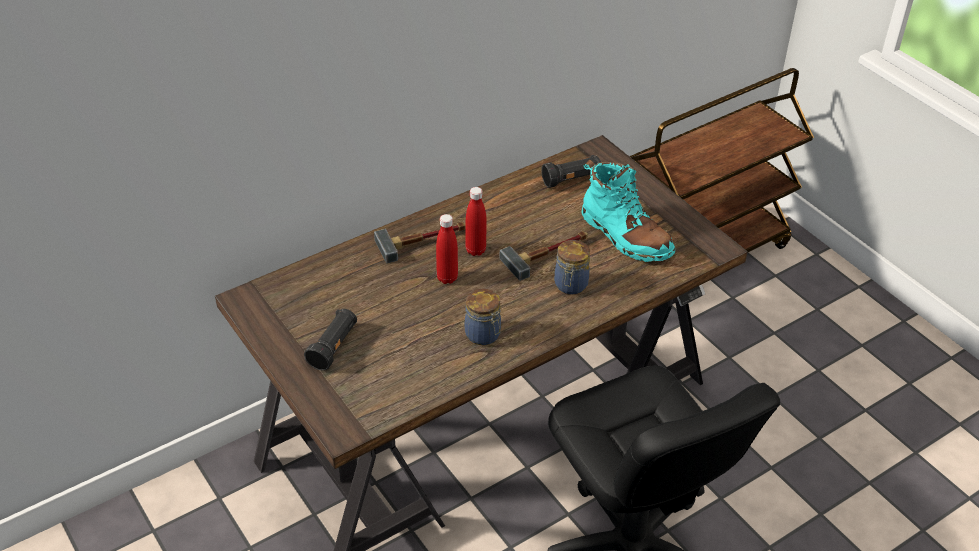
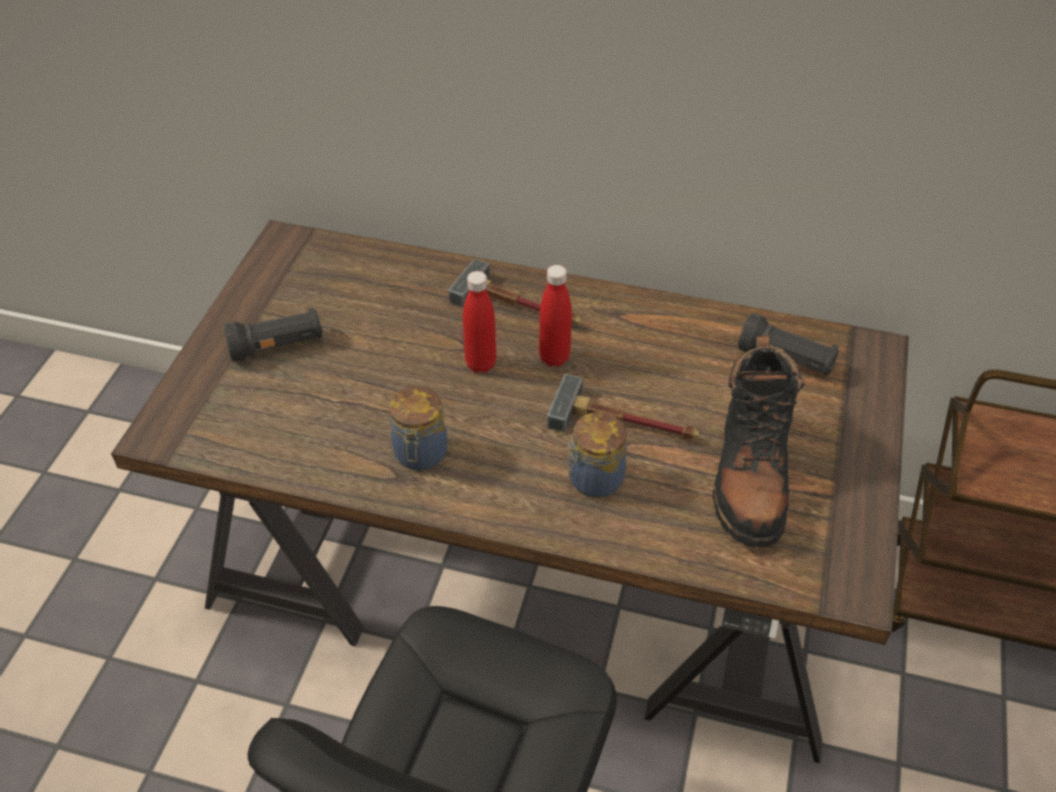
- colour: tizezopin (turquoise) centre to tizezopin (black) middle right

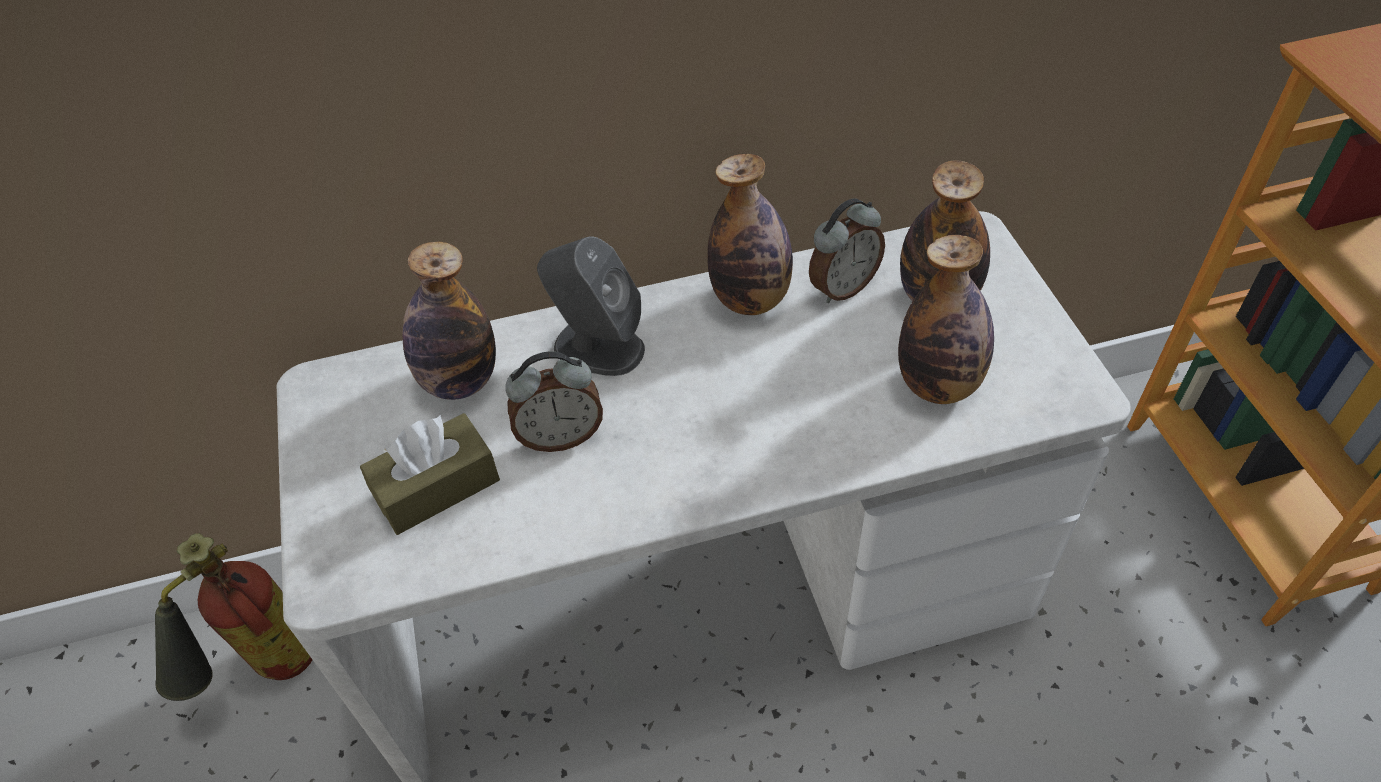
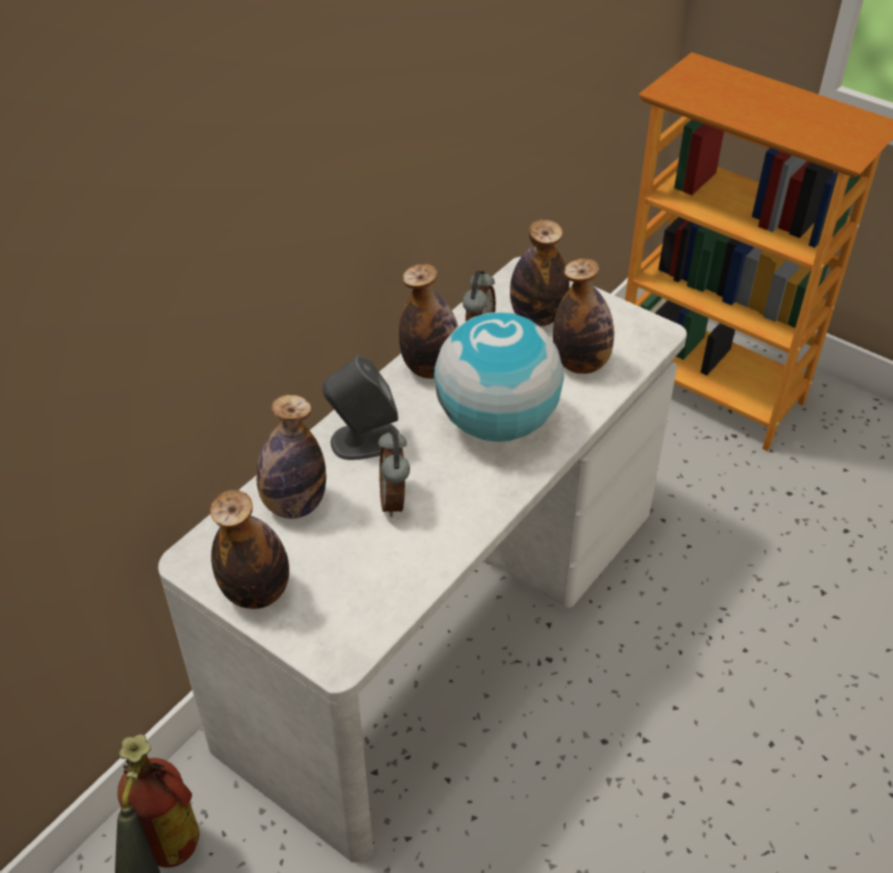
- missing: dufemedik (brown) middle left
- appeared: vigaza (no. 1 from left) middle left
- appeared: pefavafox centre
- spun: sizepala (no. 1 from left) centre = centre 135 degrees clockwise

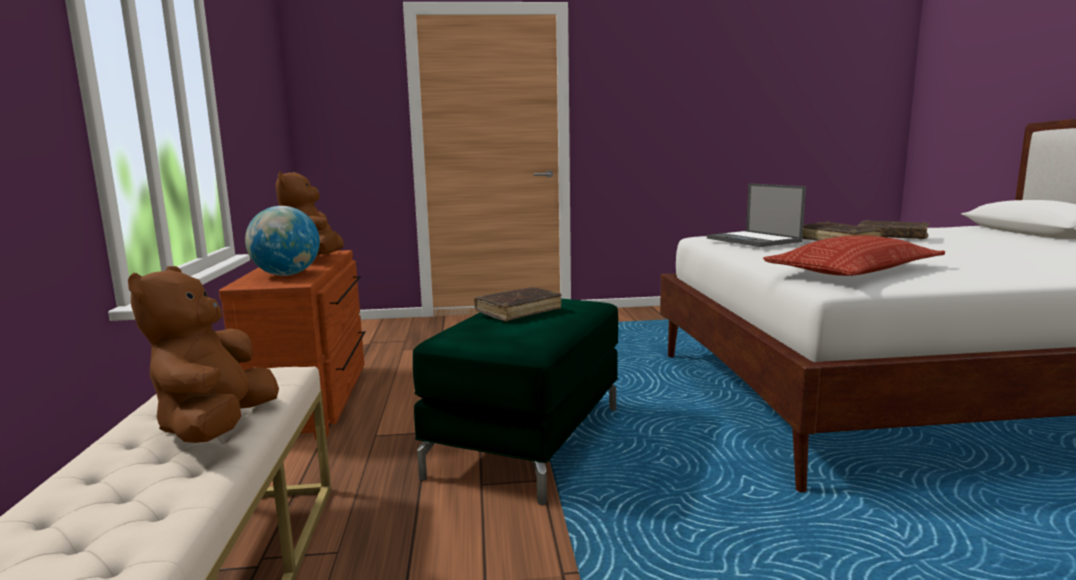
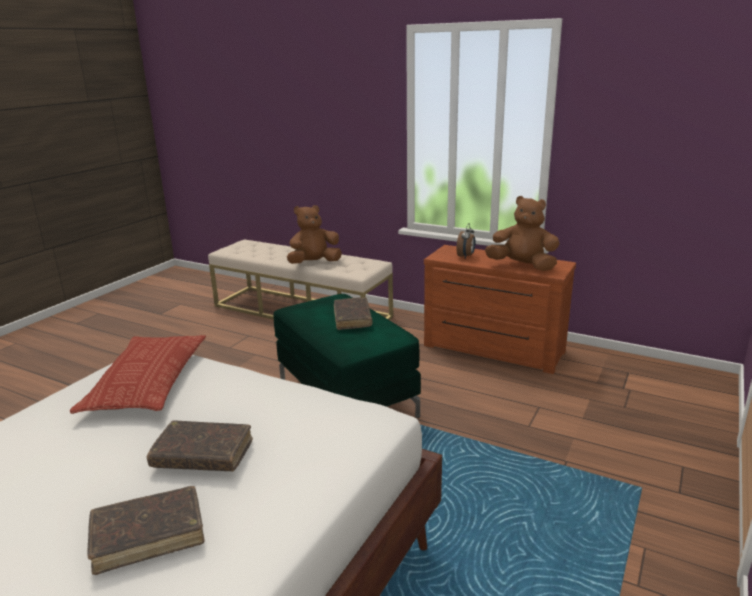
- missing: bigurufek middle right
- exchanged: pefavafox middle left to sizepala centre
- spun: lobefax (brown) (no. 1 from left) middle left = centre 60 degrees counterclockwise

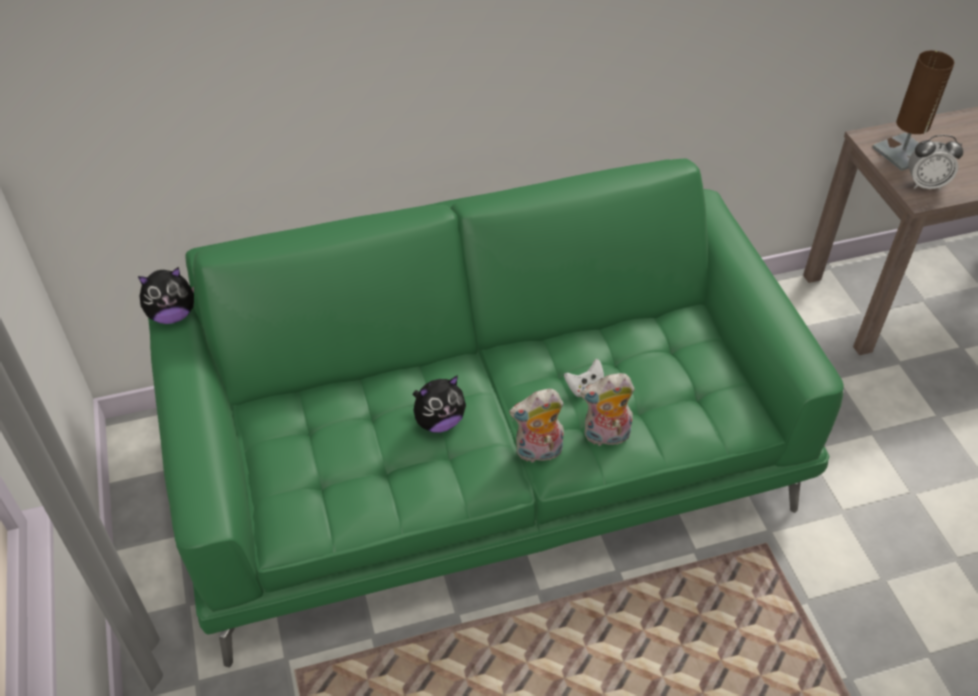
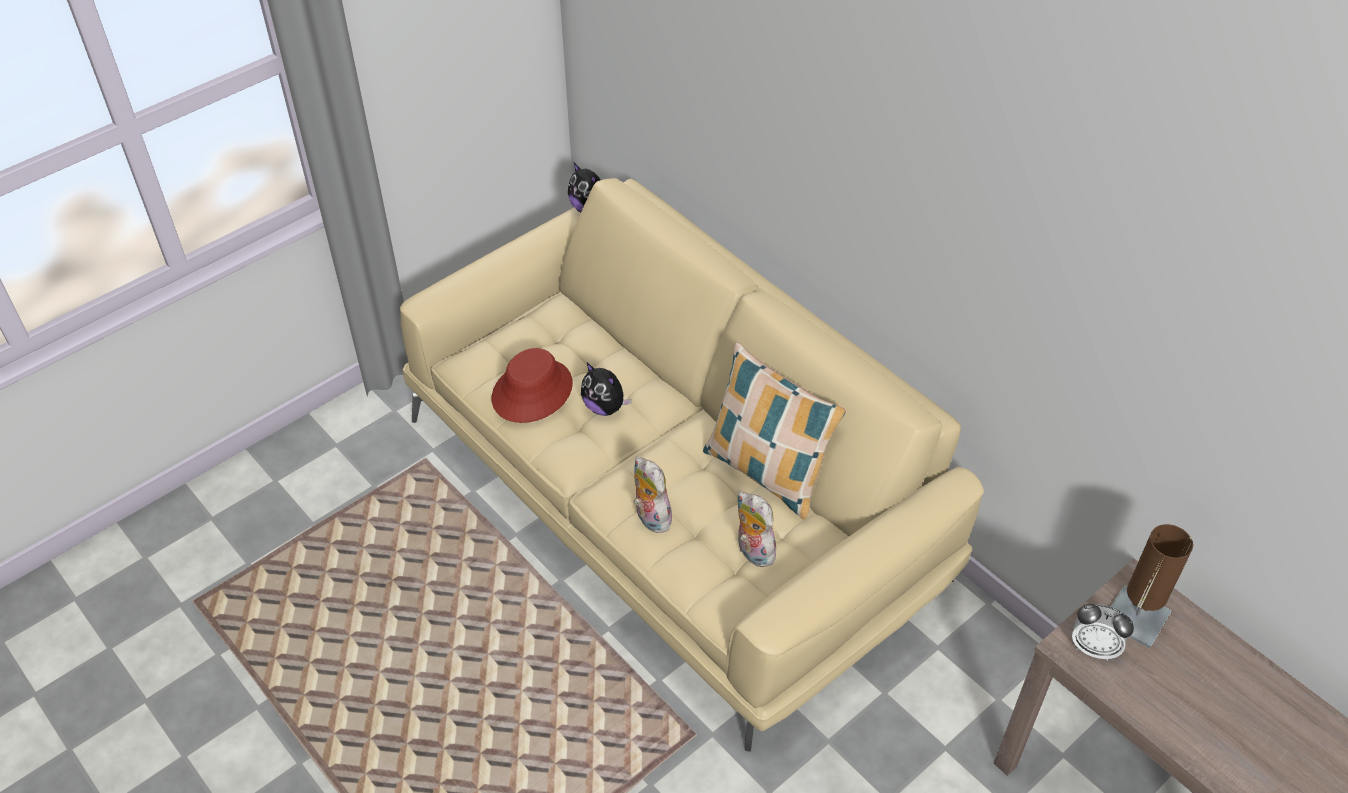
- missing: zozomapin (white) centre
- appeared: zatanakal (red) centre
- appeared: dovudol centre
- relocated: lobefax (no. 3 from left in the first image) centre to lobefax (no. 4 from left) bottom centre
- colour: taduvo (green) centre to taduvo (beige) centre
- spun: sizepala top right = bottom right 45 degrees counterclockwise

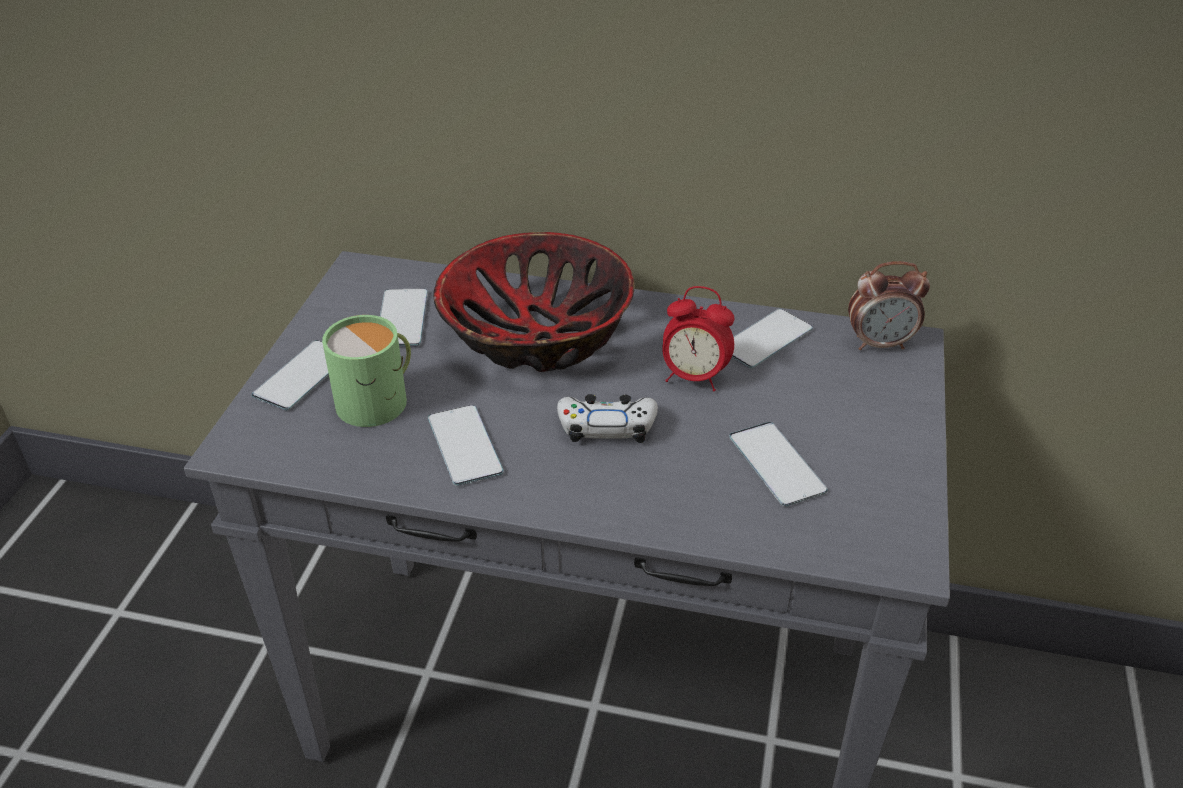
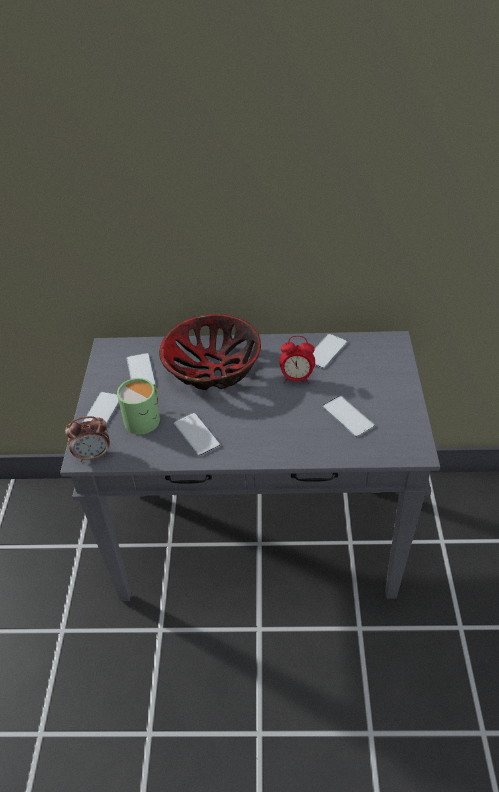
- missing: zozomapin (white) centre
- relocated: sizepala (no. 2 from left in the first image) middle right to sizepala (no. 1 from left) middle left

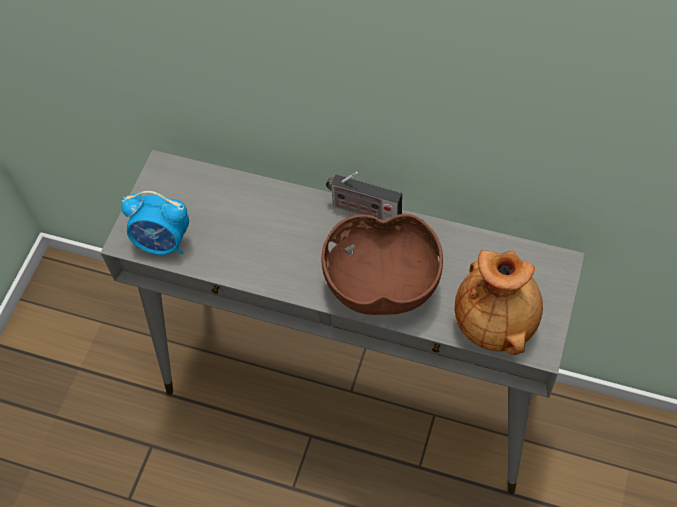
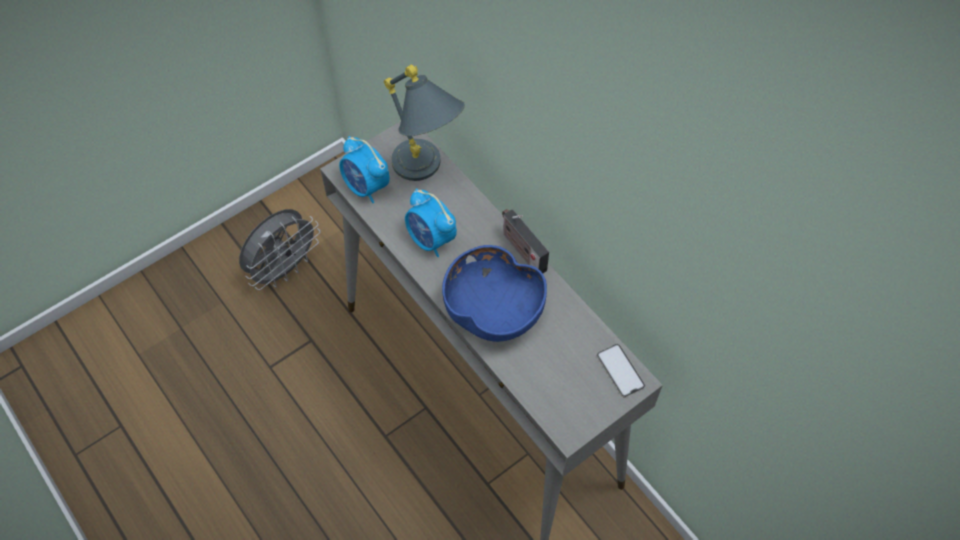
- missing: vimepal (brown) middle right
- appeared: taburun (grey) middle left
- appeared: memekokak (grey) top centre
- appeared: sizepala (no. 2 from left) centre
- appeared: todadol bottom centre
- colour: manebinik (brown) centre to manebinik (blue) centre

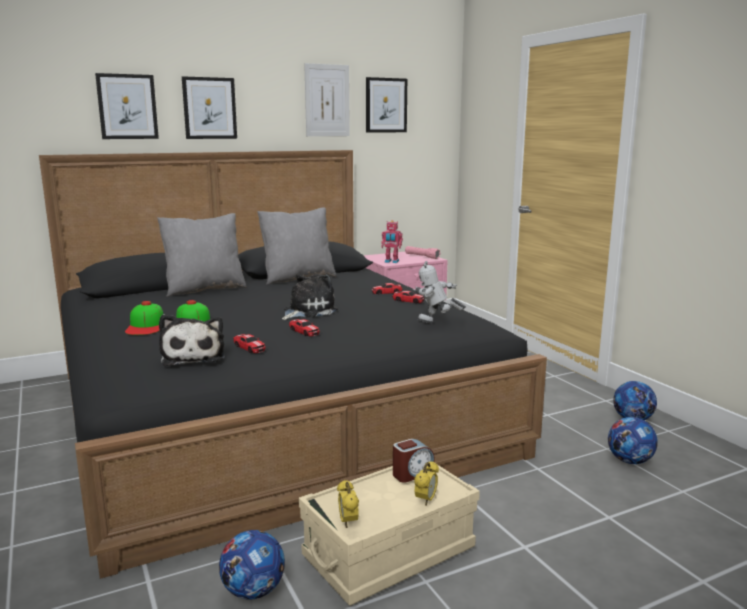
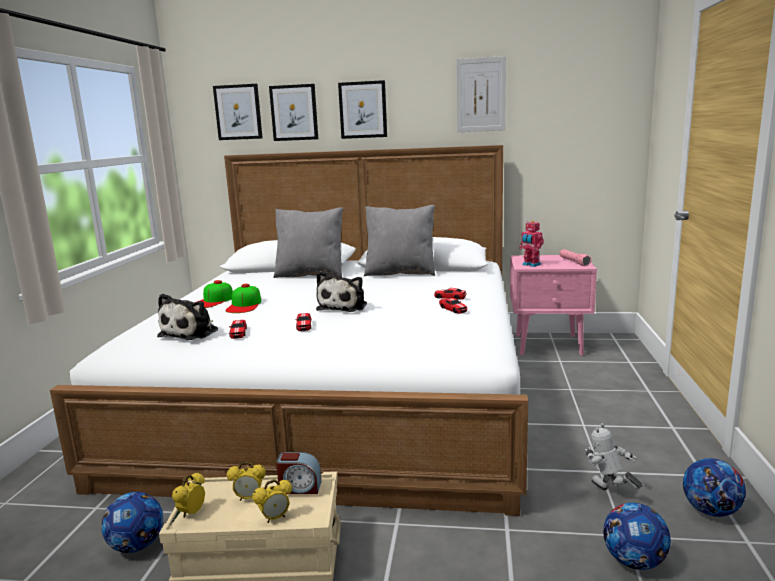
- appeared: sizepala (no. 2 from left) bottom left
- relocated: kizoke (no. 4 from left in the first image) top centre to kizoke (no. 1 from left) top left
- relocated: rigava (no. 2 from left) centre to bottom right
- colour: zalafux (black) centre to zalafux (white) centre
- spun: lobefax (no. 2 from left) centre = centre 120 degrees clockwise

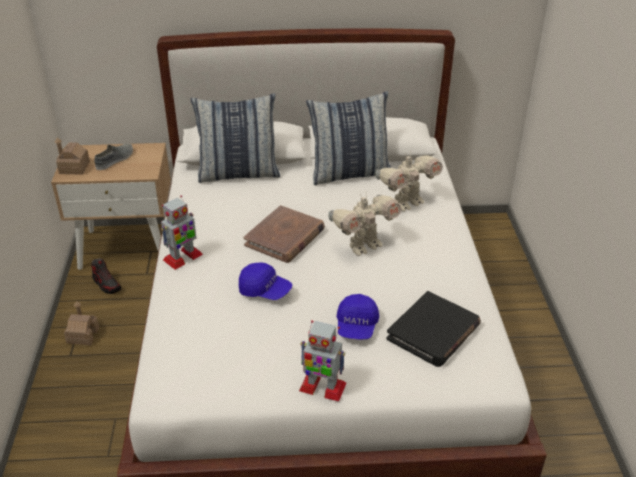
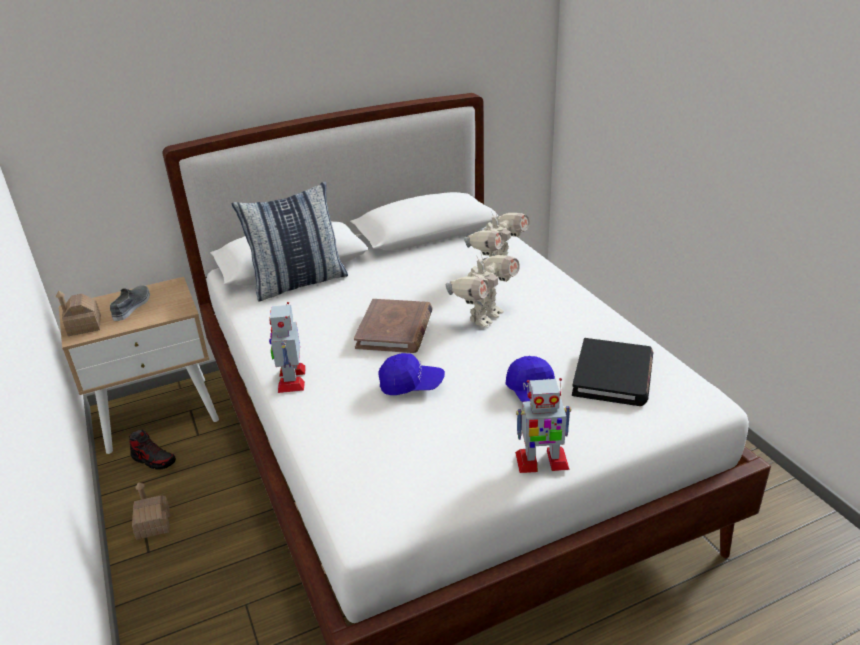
- missing: dovudol (no. 2 from left) top centre
- spun: rigava (no. 1 from left) middle left = centre 150 degrees clockwise

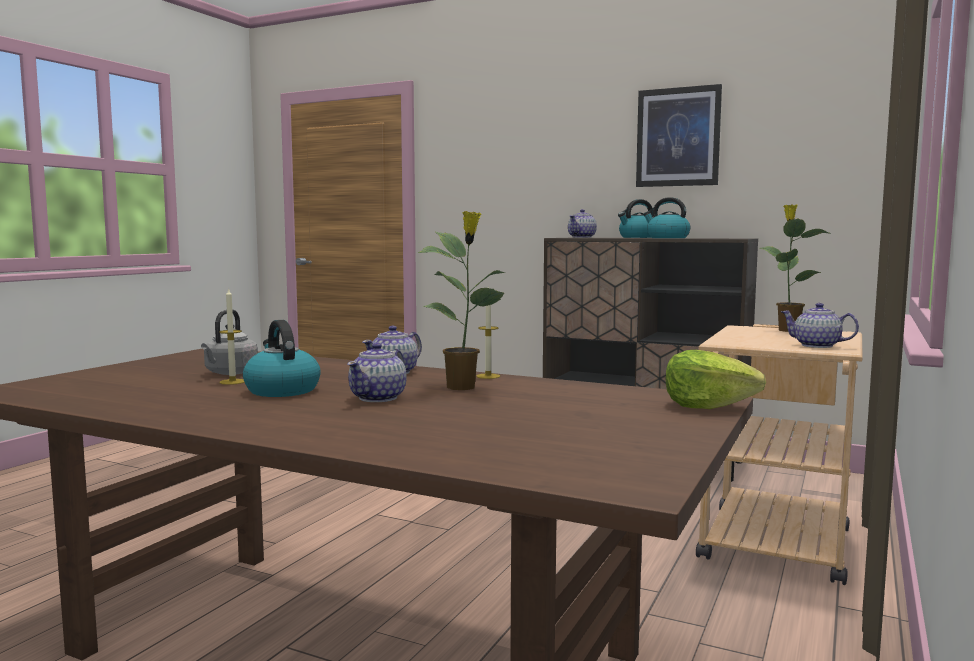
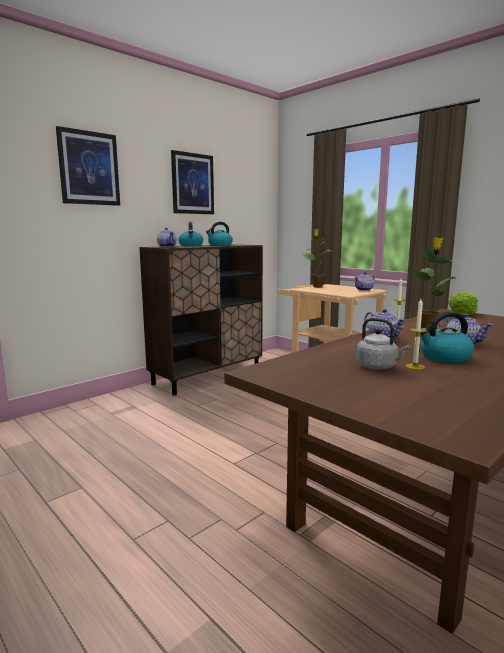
- appeared: kizoke (no. 1 from left) top left

